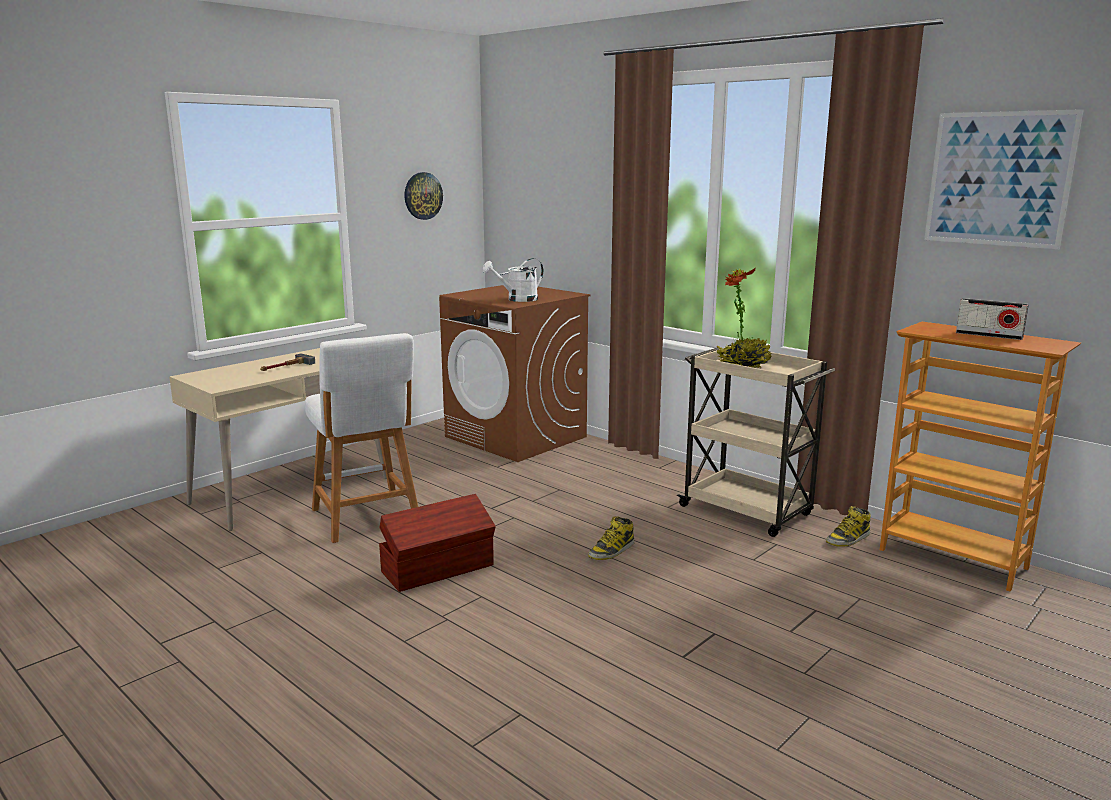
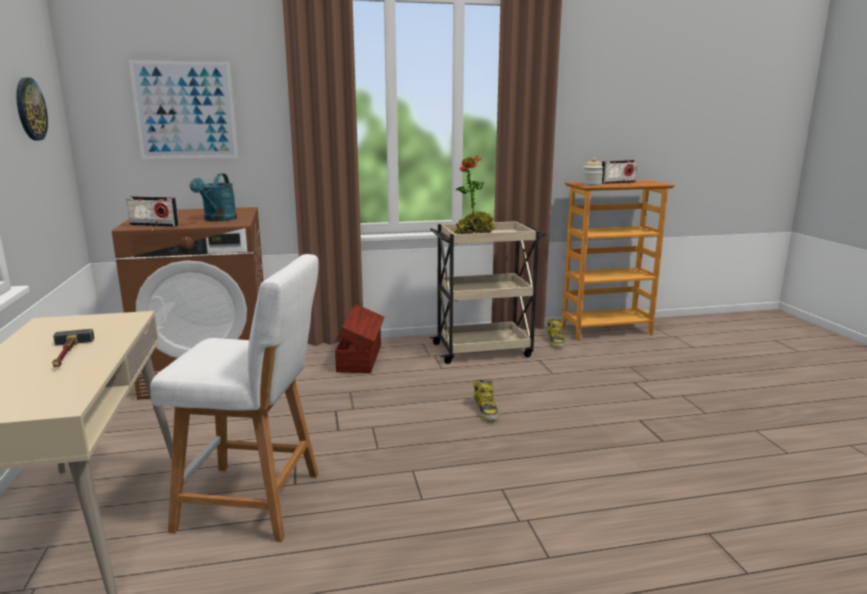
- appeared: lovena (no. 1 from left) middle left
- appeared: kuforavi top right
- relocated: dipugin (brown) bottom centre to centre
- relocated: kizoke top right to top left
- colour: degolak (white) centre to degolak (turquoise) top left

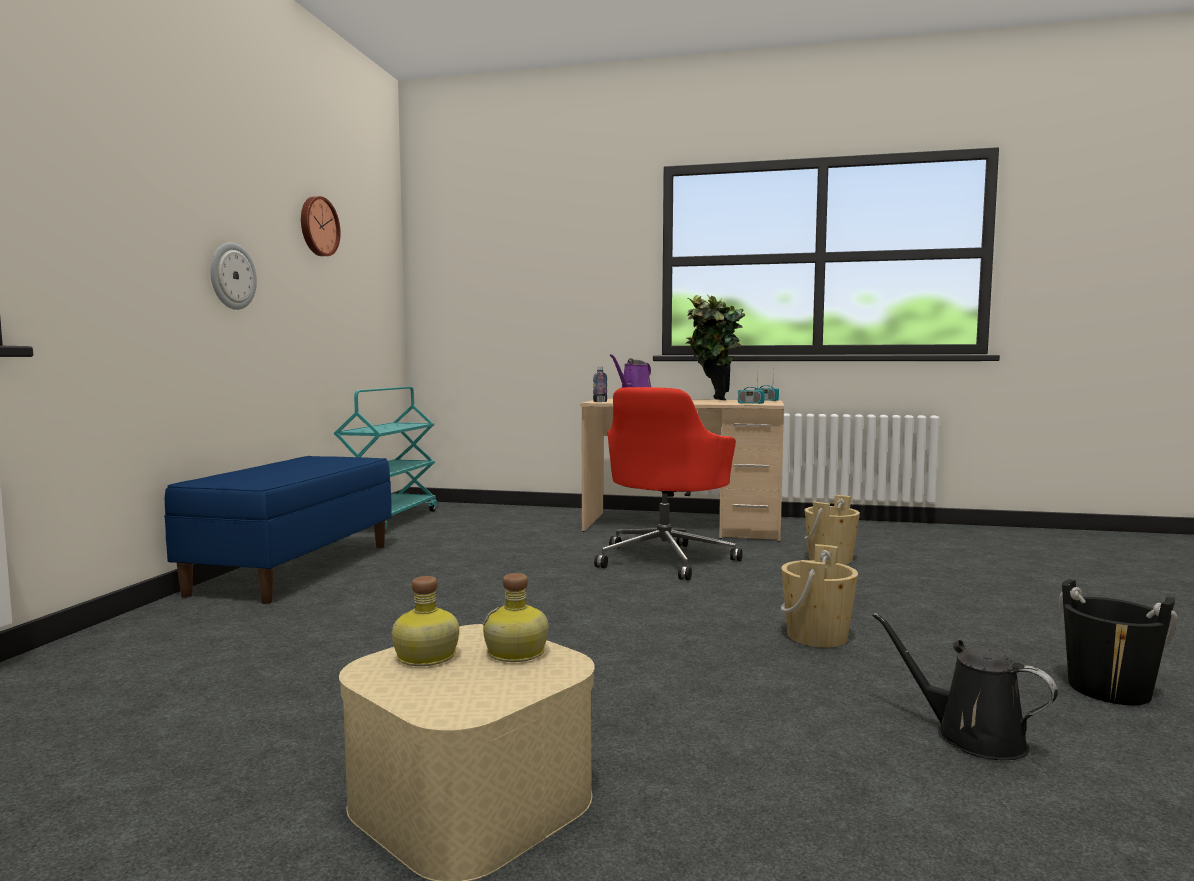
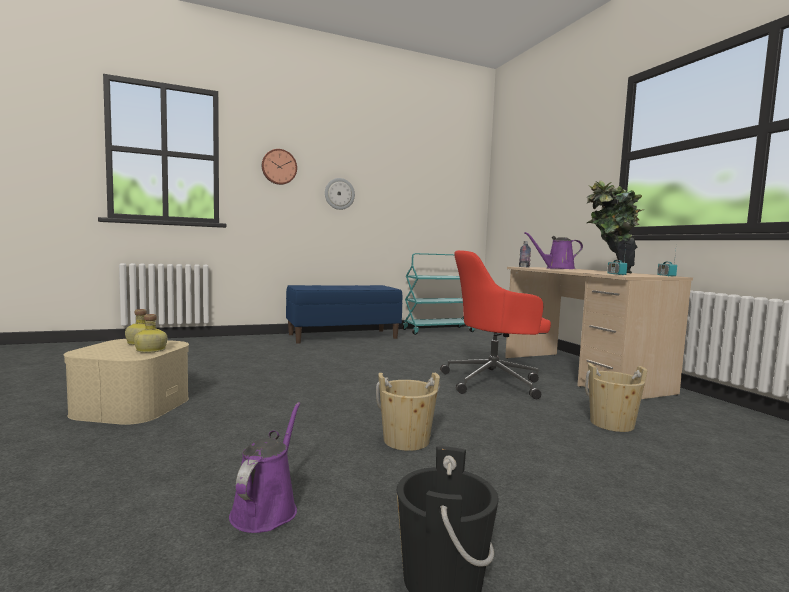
- relocated: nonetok (no. 2 from left in the first image) top left to nonetok (no. 1 from left) top centre
- colour: degolak (black) bottom right to degolak (purple) (no. 1 from left) bottom centre

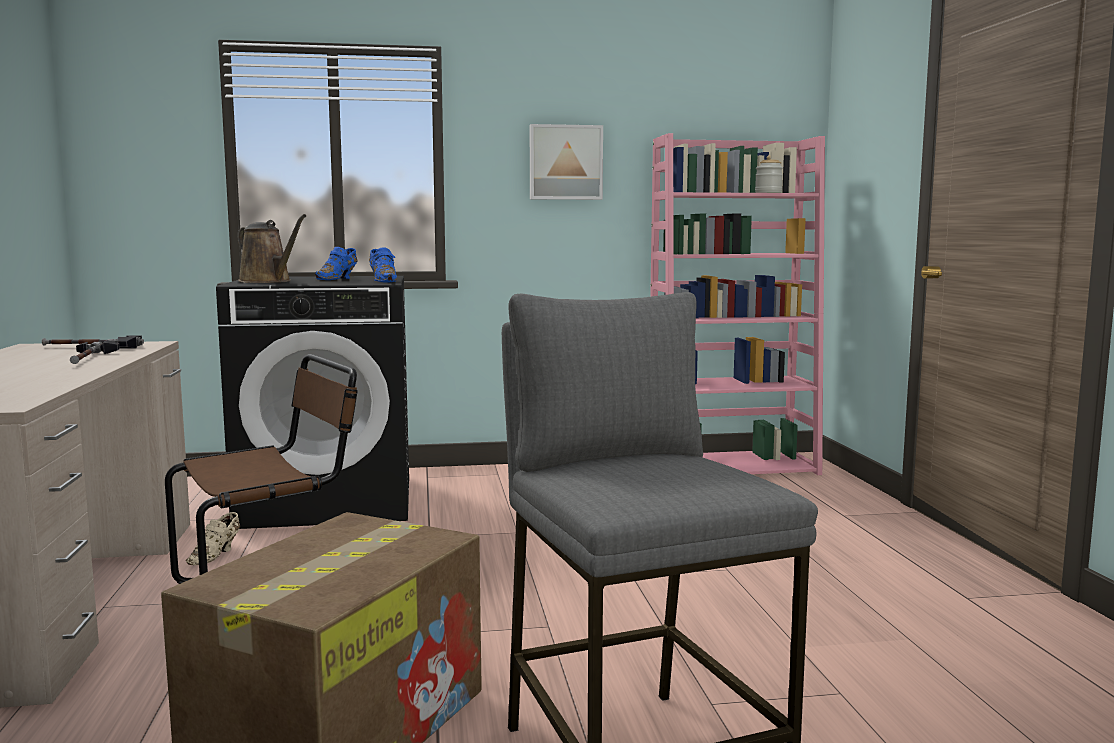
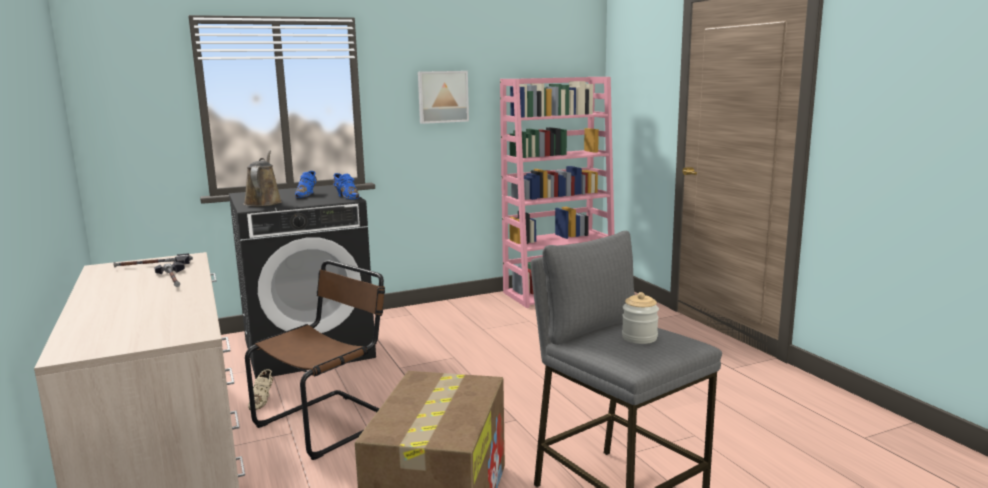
- relocated: kuforavi top right to centre
- spun: degolak (brown) middle left = middle left 120 degrees counterclockwise

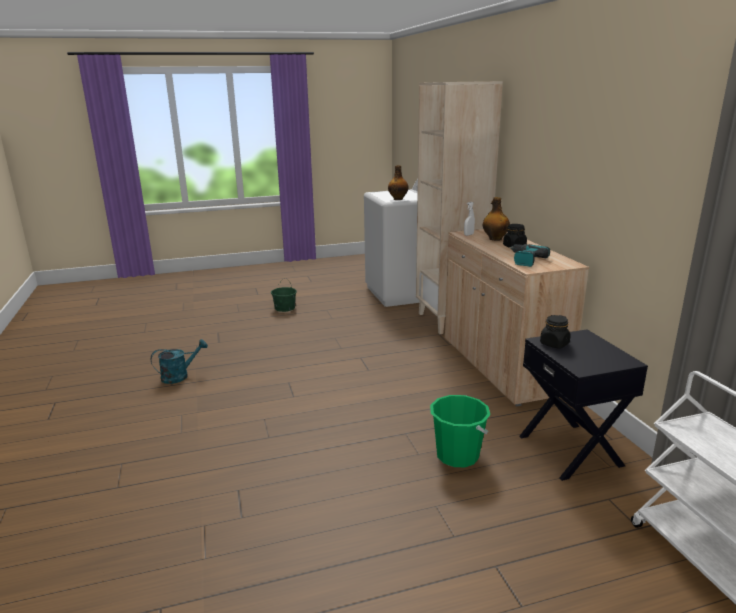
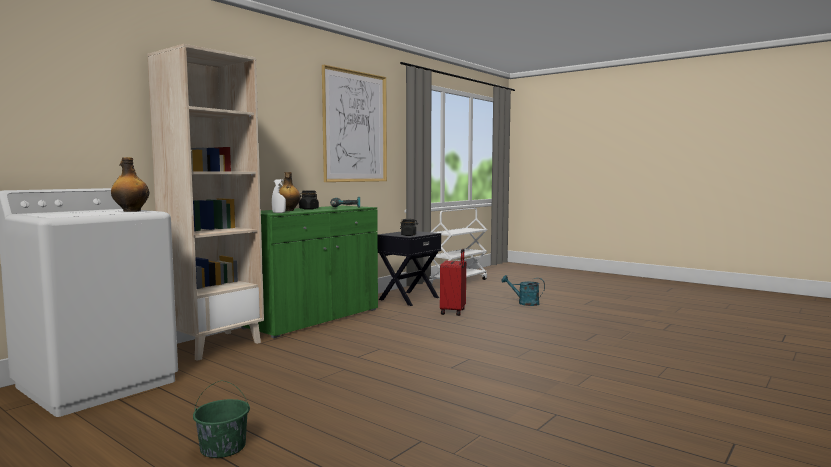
- appeared: kizoke top centre
- relocated: degolak (turquoise) middle left to centre
- exchanged: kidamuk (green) (no. 2 from left) bottom centre to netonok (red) centre
- colour: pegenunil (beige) middle right to pegenunil (green) centre

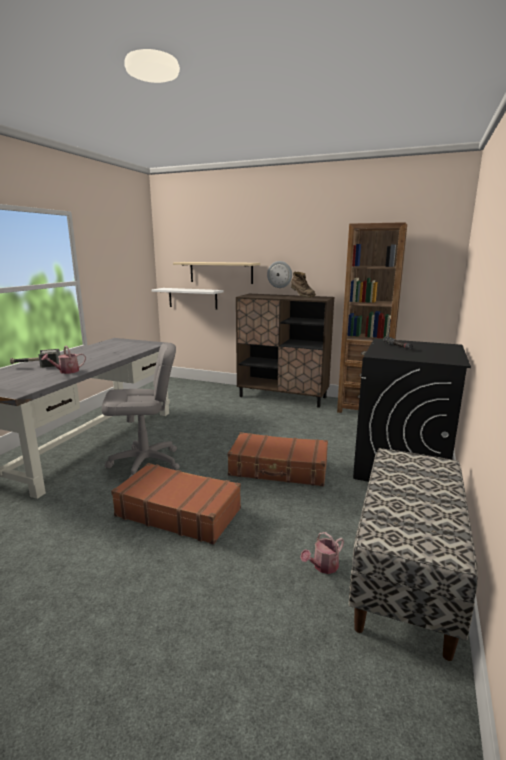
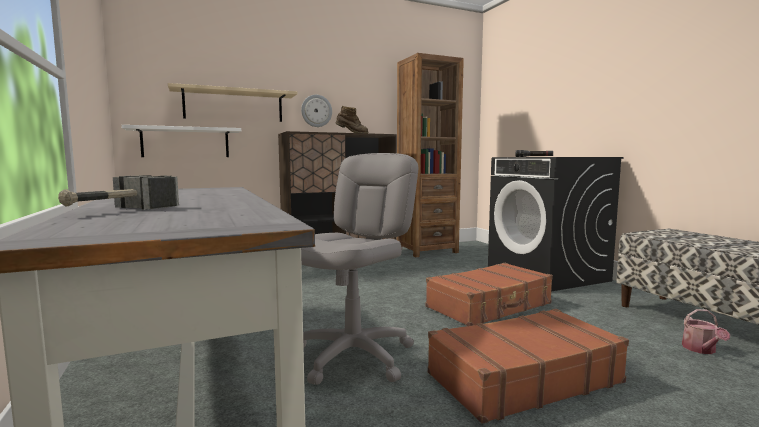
- missing: degolak (no. 1 from left) middle left

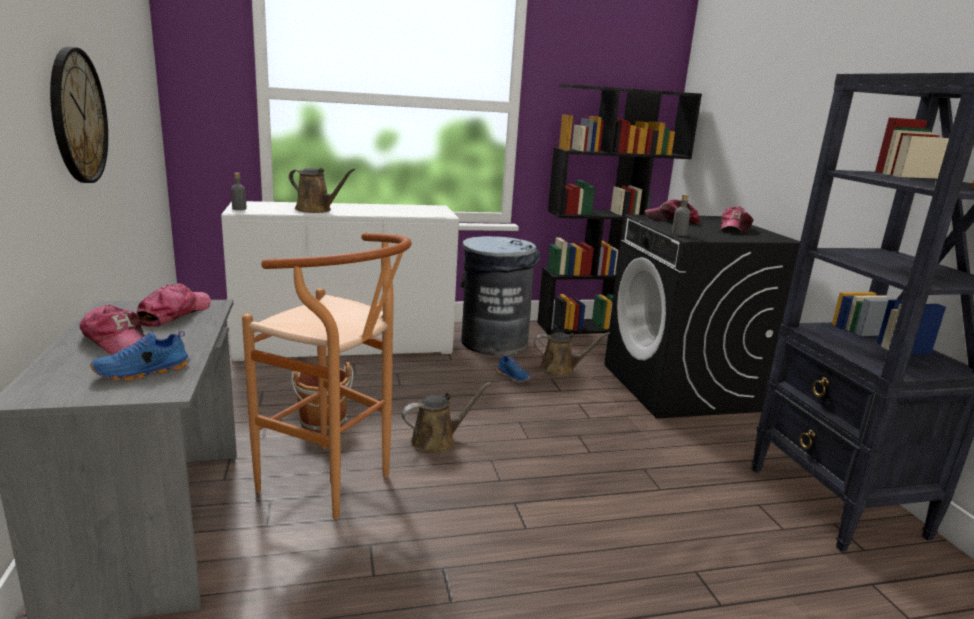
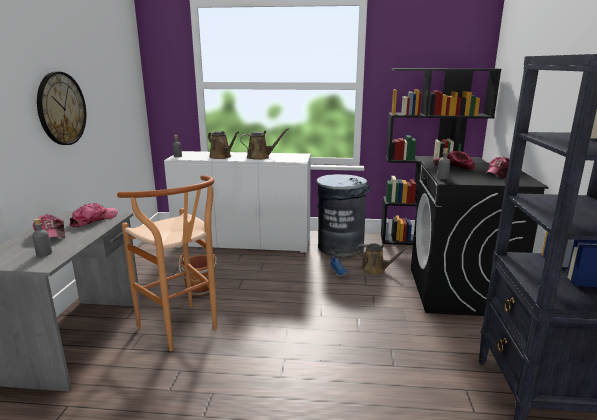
- relocated: degolak (brown) (no. 2 from left) bottom centre to centre
- exchanged: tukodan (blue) (no. 1 from left) middle left to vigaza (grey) (no. 1 from left) middle left

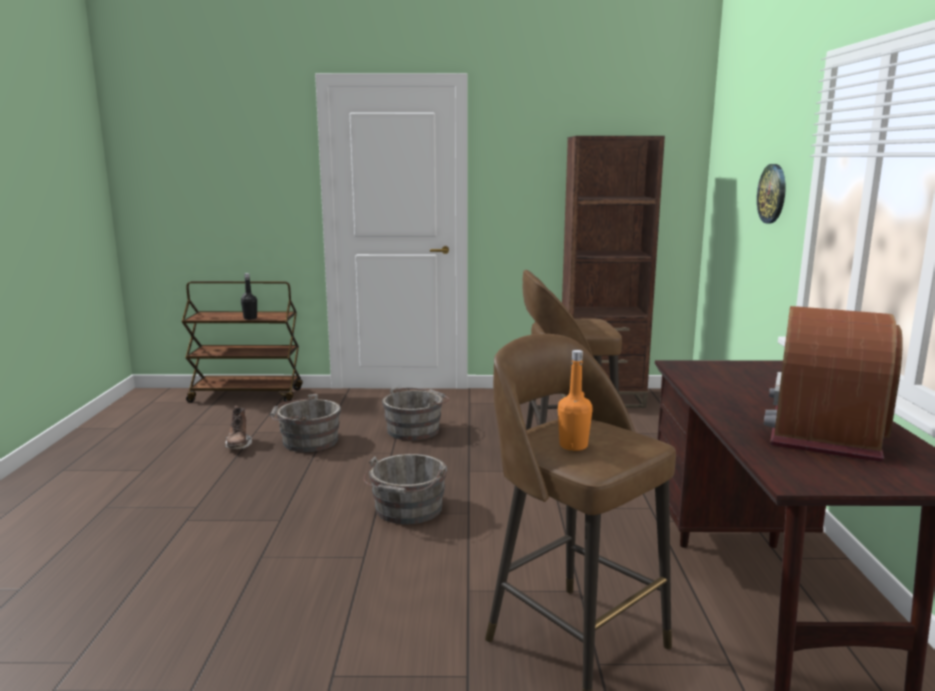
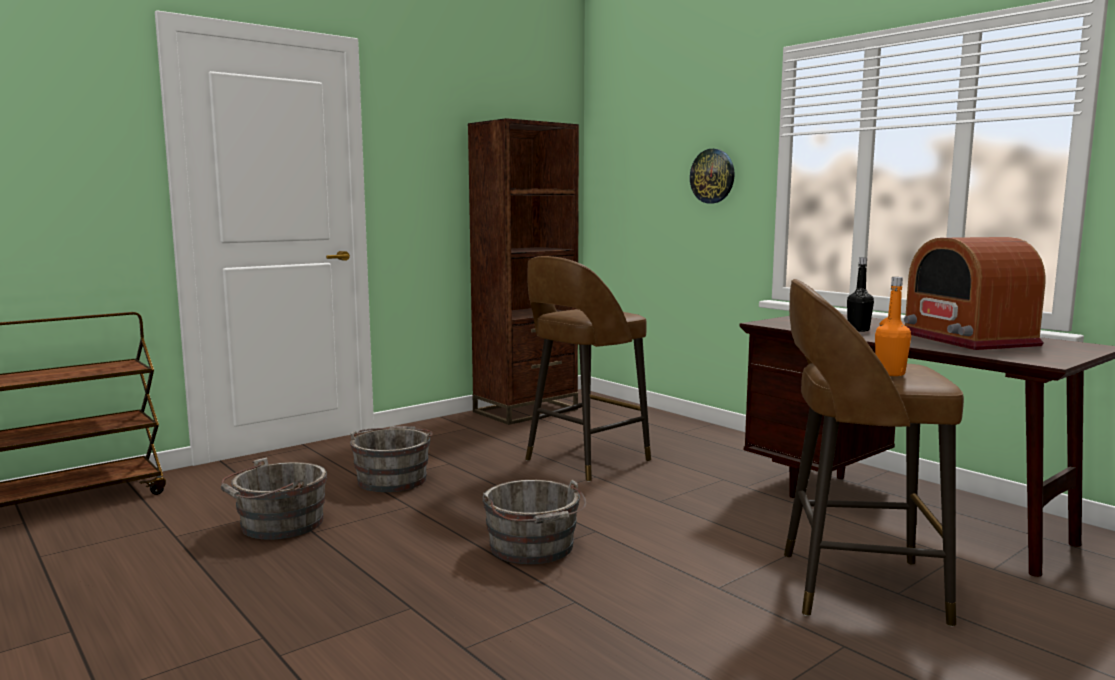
- missing: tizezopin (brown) middle left
- relocated: vigaza (black) middle left to middle right

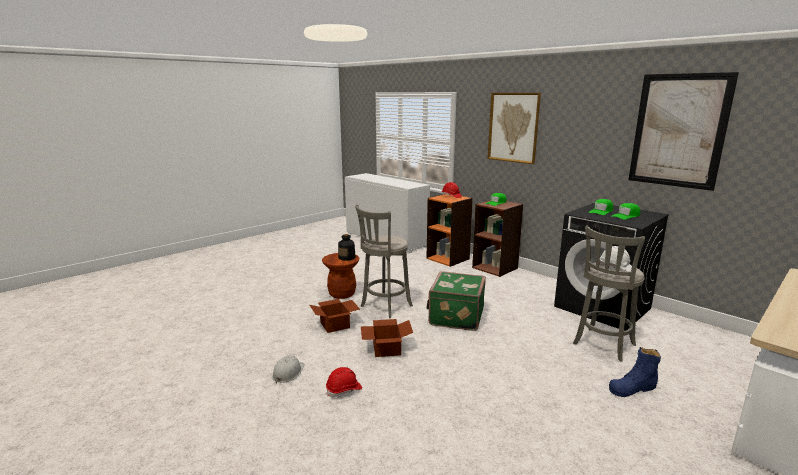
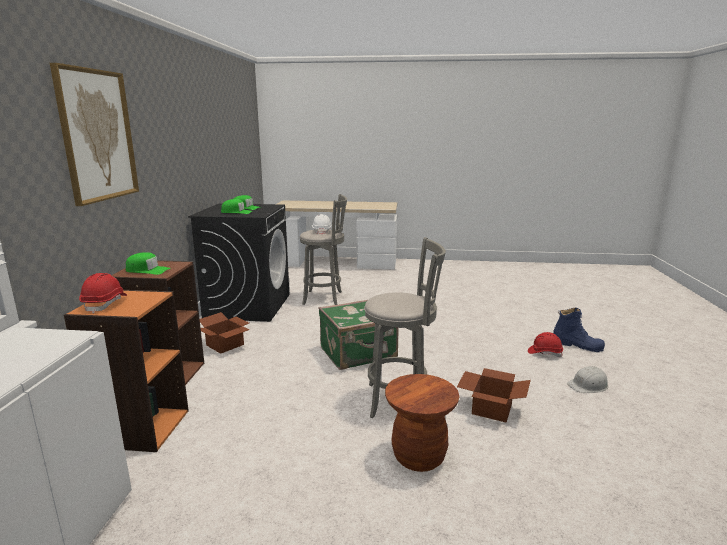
- missing: vigaza centre
- missing: kizoke (no. 2 from left) top right
- relocated: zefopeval (no. 2 from left in the first image) bottom centre to zefopeval (no. 1 from left) middle left
- relocated: tizezopin (blue) bottom right to middle right

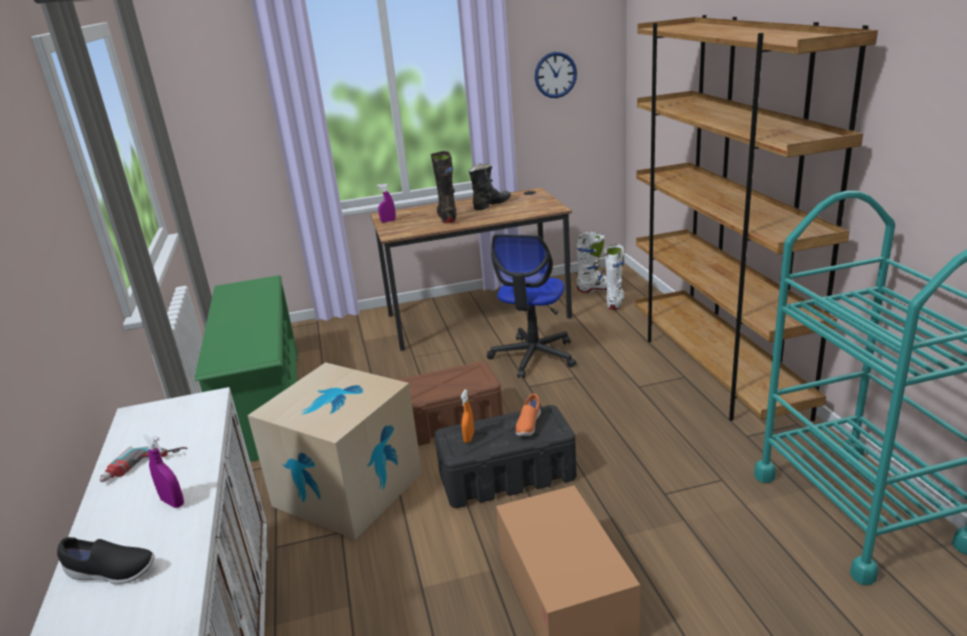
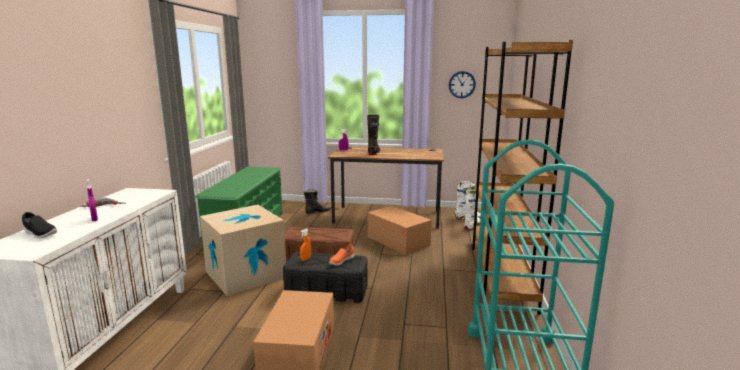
- relocated: tizezopin (black) (no. 2 from left in the first image) top centre to tizezopin (black) (no. 1 from left) centre
- exchanged: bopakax centre to zefopeval (no. 3 from left) centre

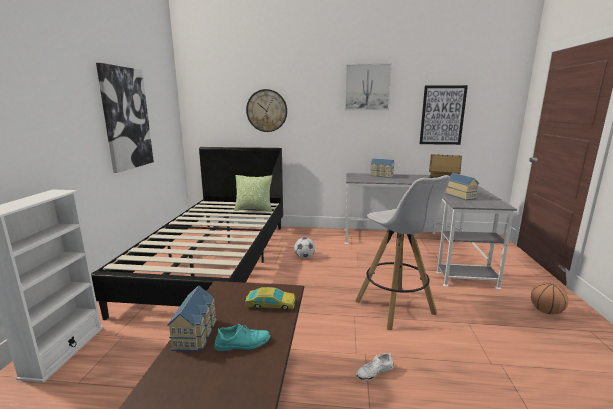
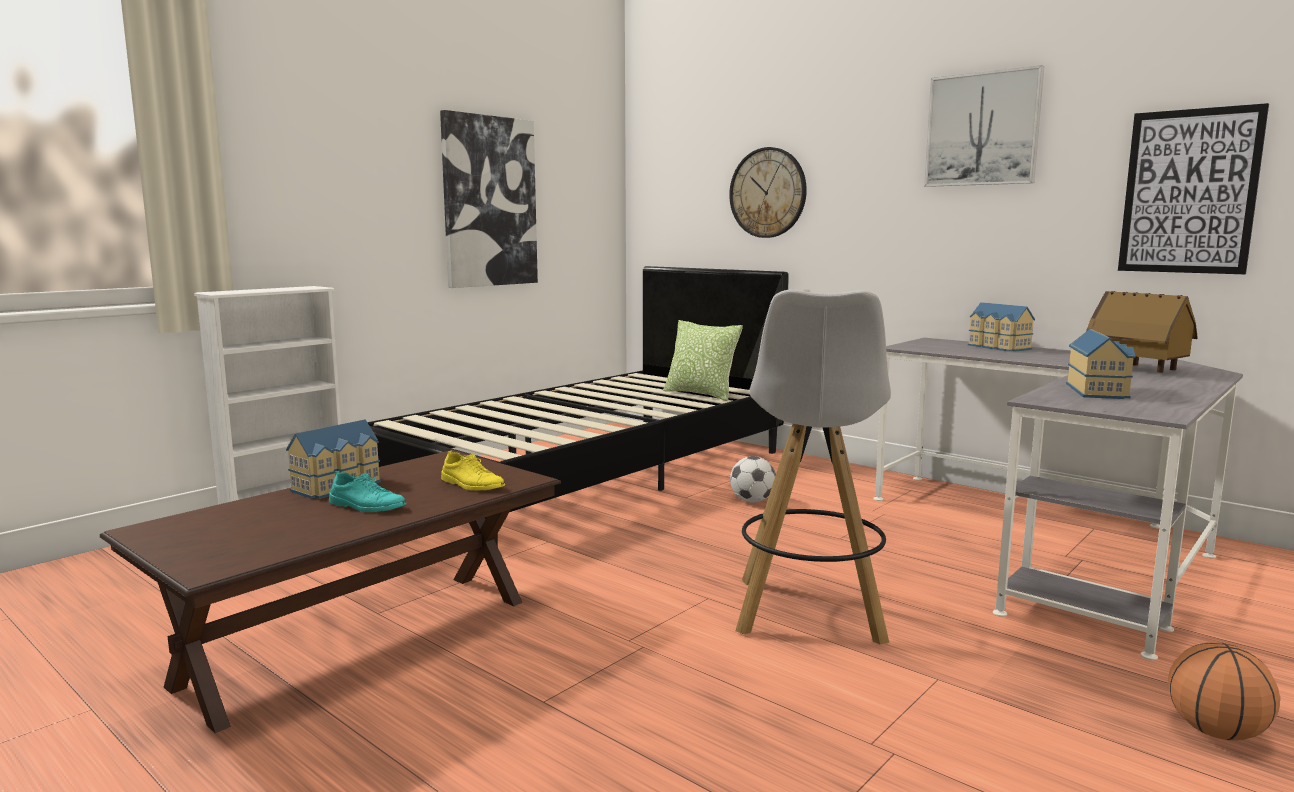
- missing: tukodan (white) bottom centre
- exchanged: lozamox bottom centre to tukodan (yellow) centre

